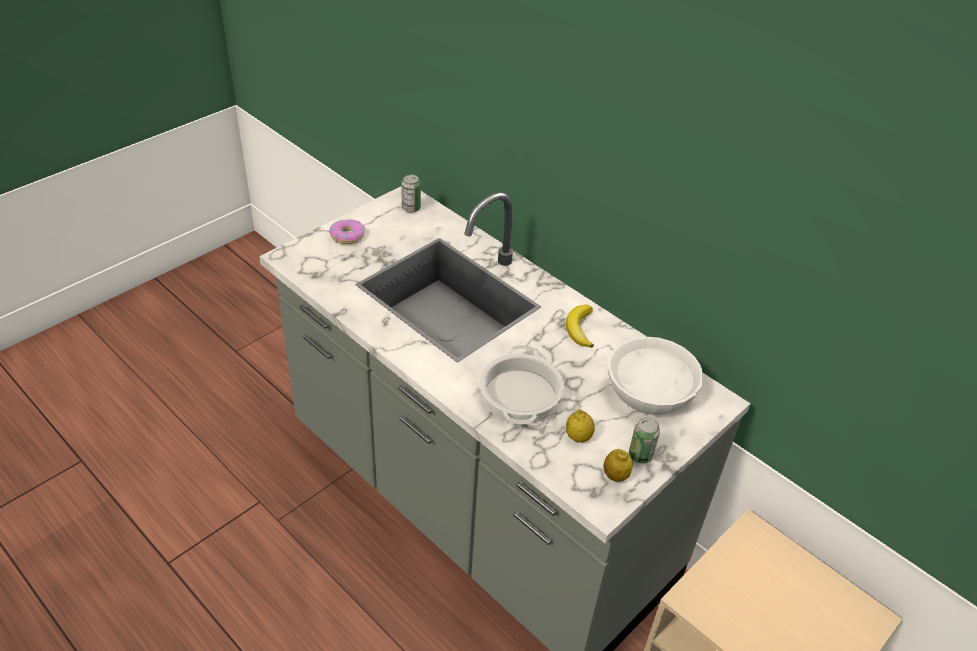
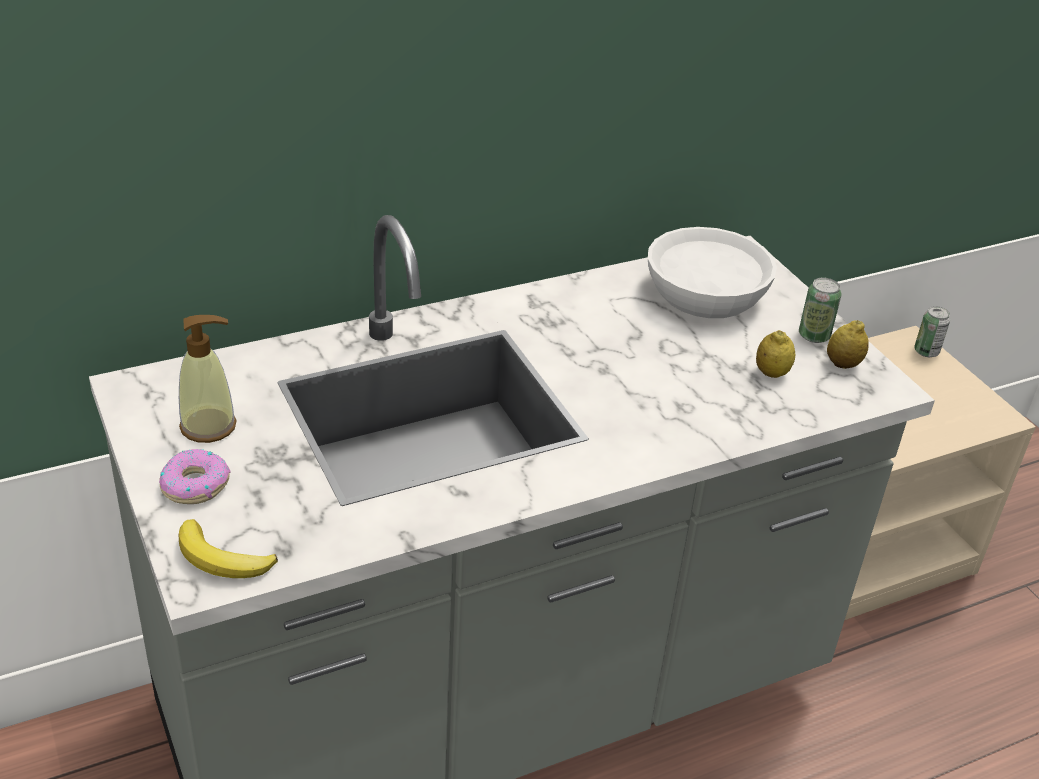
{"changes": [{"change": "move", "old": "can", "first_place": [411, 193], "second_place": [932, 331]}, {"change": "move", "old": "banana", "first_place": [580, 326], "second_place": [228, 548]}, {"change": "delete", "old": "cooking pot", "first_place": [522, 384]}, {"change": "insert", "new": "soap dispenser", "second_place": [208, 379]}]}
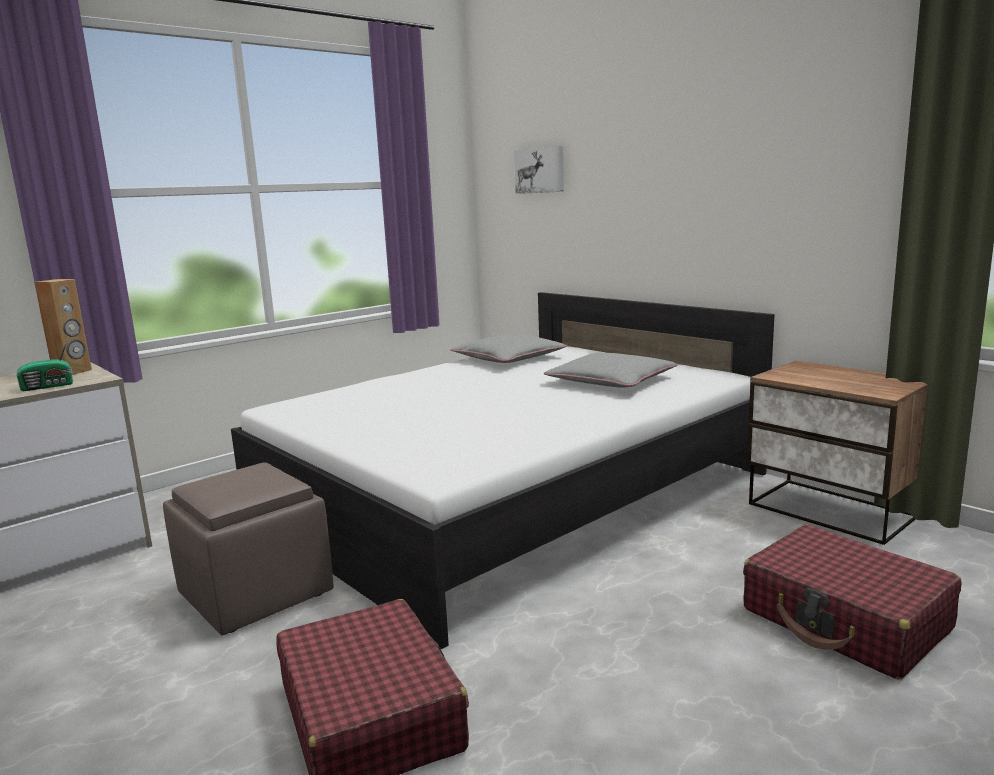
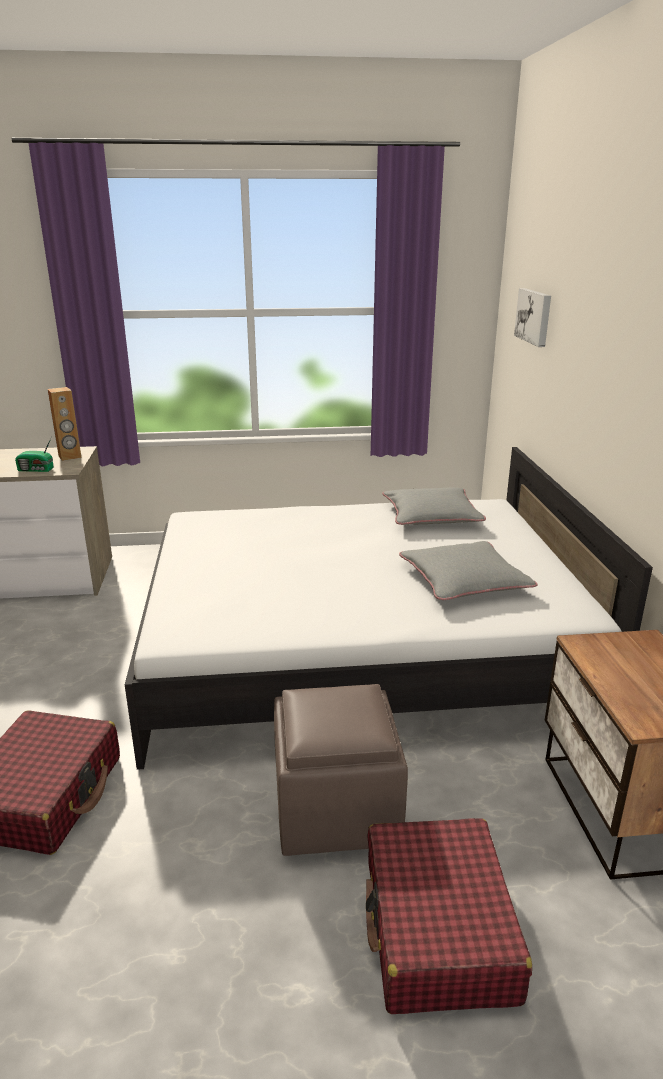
{"changes": [{"change": "move", "old": "brown ottoman", "first_place": [248, 548], "second_place": [341, 770]}]}
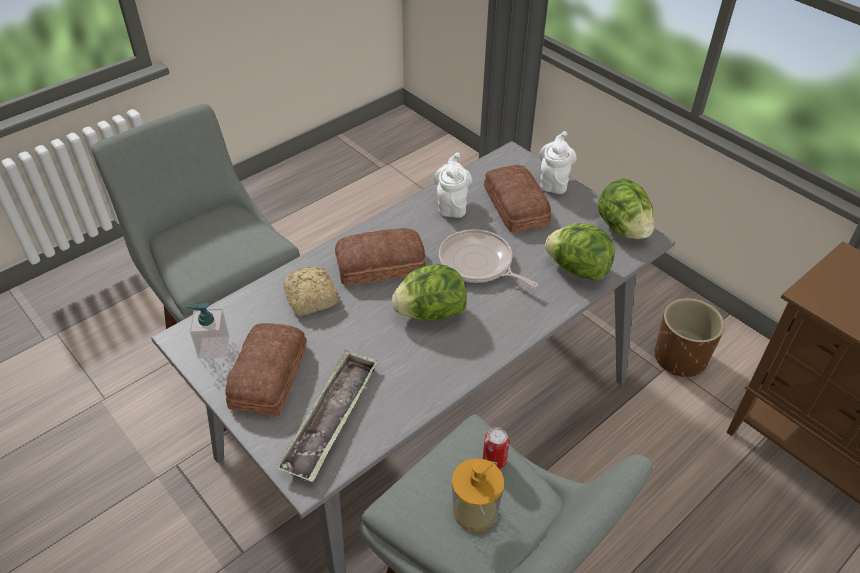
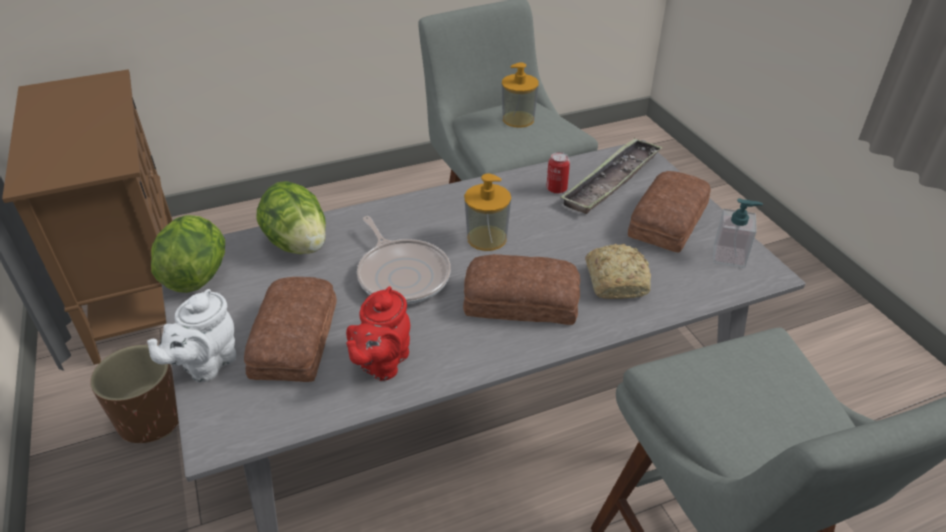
{"changes": [{"change": "recolor", "old": "white teapot", "new": "red teapot", "first_place": [453, 185], "second_place": [378, 333]}, {"change": "replace", "old": "lettuce", "new": "soap dispenser", "first_place": [429, 292], "second_place": [487, 212]}, {"change": "move", "old": "can", "first_place": [496, 448], "second_place": [558, 173]}]}
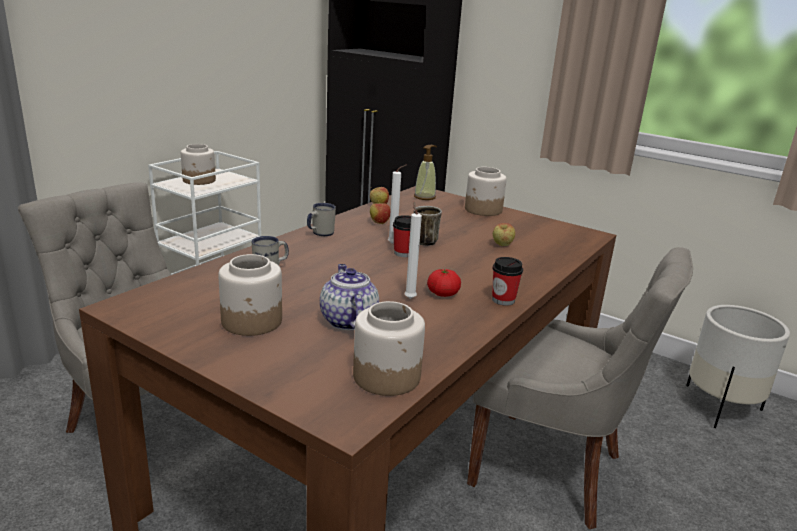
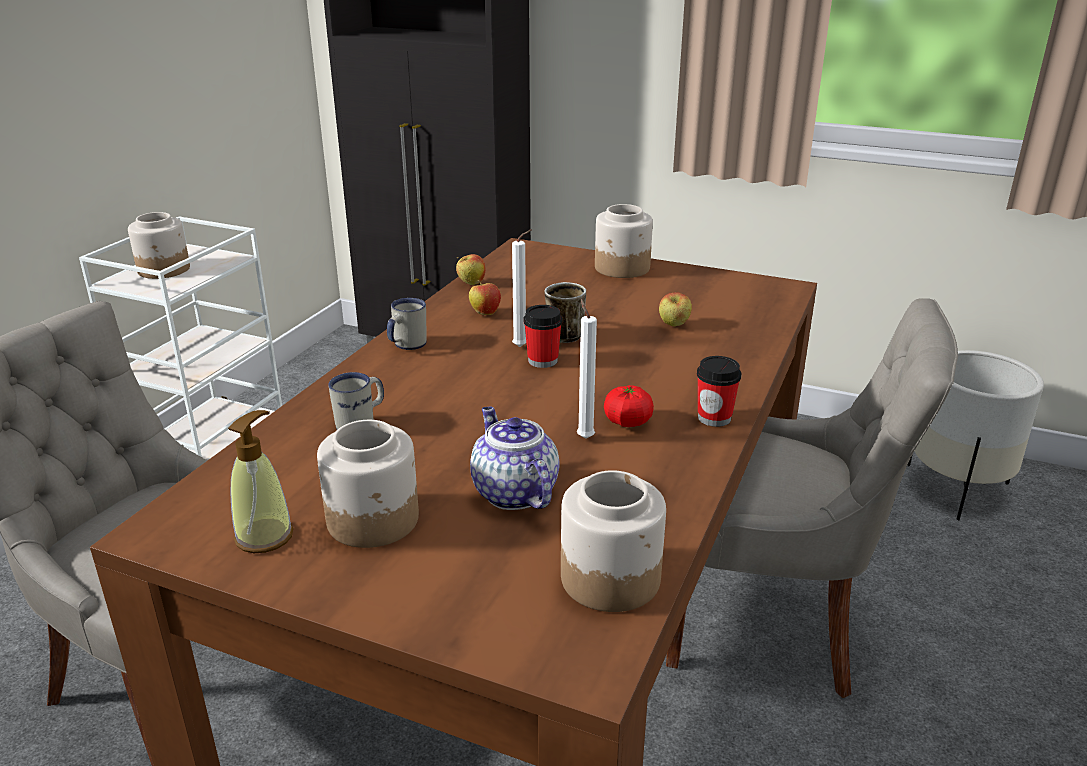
{"changes": [{"change": "move", "old": "soap dispenser", "first_place": [425, 172], "second_place": [261, 481]}]}
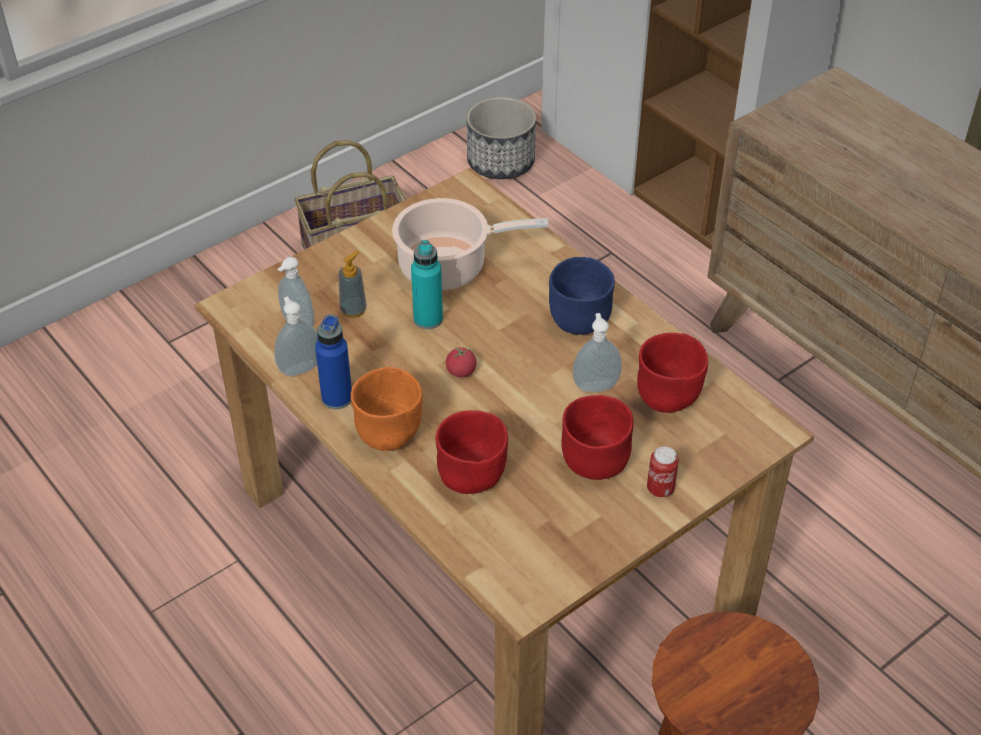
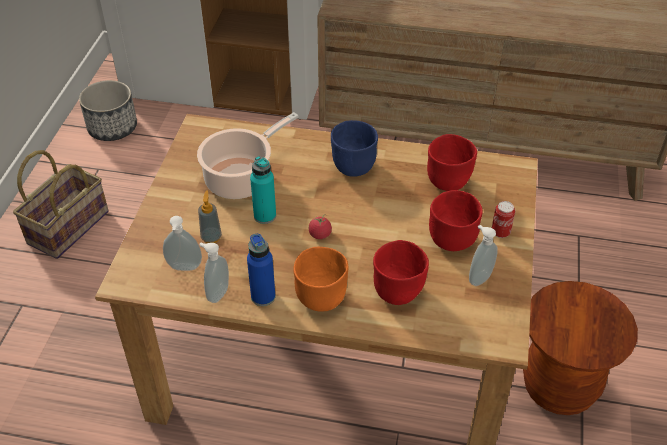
{"changes": [{"change": "move", "old": "soap dispenser", "first_place": [597, 352], "second_place": [483, 255]}]}
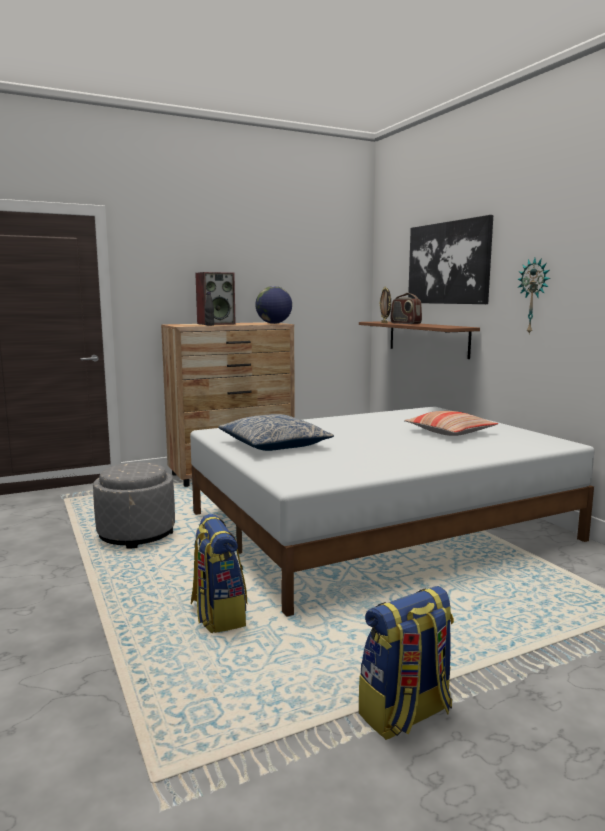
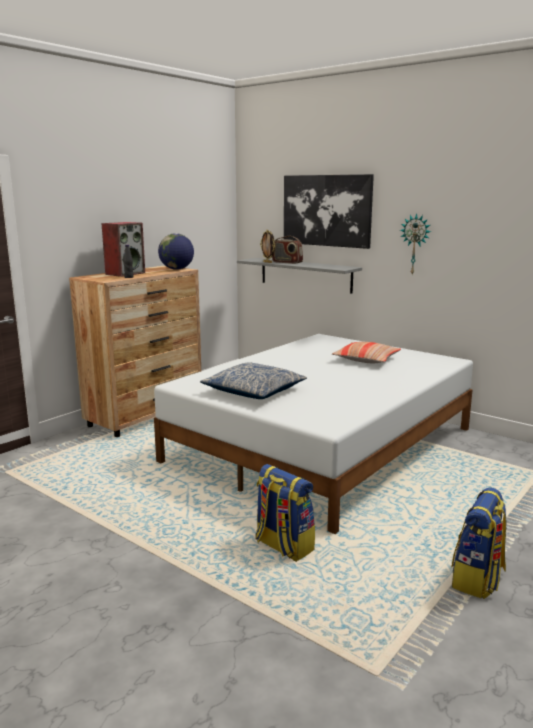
{"changes": [{"change": "recolor", "old": "brown shelf", "new": "grey shelf", "first_place": [419, 340], "second_place": [299, 275]}, {"change": "delete", "old": "grey ottoman", "first_place": [134, 505]}]}
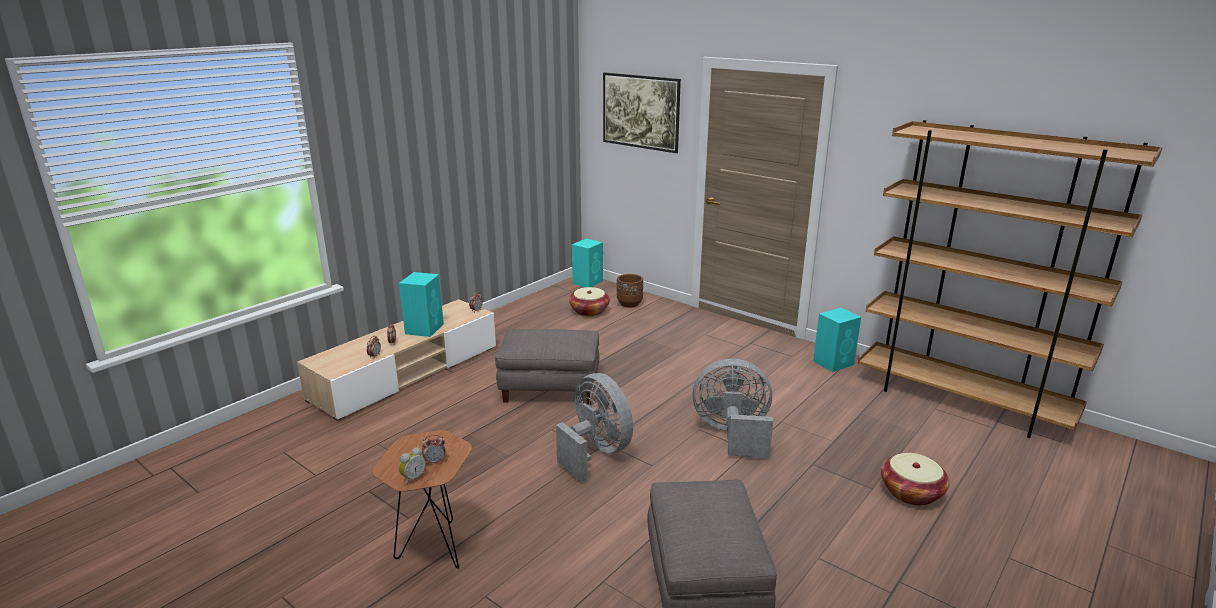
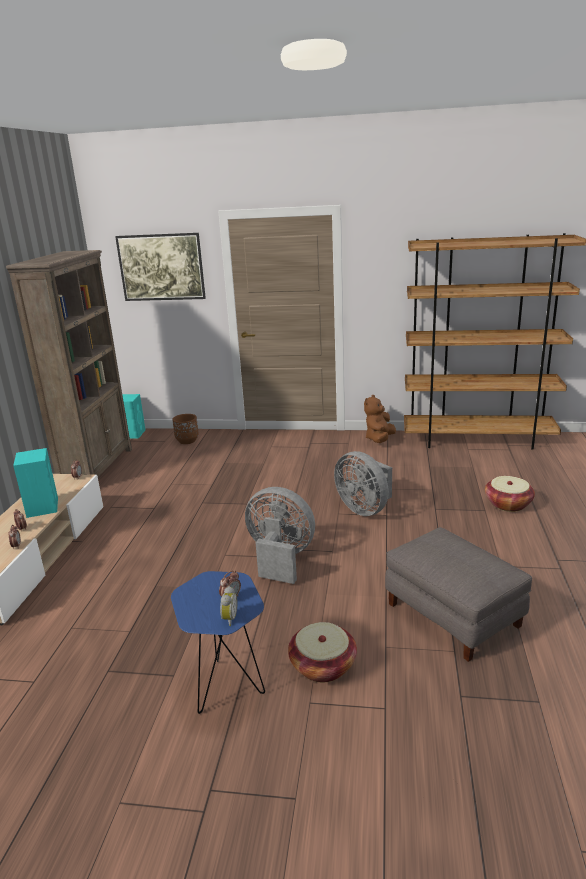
{"changes": [{"change": "move", "old": "basket", "first_place": [589, 301], "second_place": [322, 652]}, {"change": "replace", "old": "turquoise speaker", "new": "brown plush toy", "first_place": [837, 340], "second_place": [380, 419]}, {"change": "delete", "old": "grey ottoman", "first_place": [547, 367]}, {"change": "rotate", "old": "grey fan", "first_place": [733, 408], "second_place": [363, 483], "degrees": -105}, {"change": "recolor", "old": "brown side table", "new": "blue side table", "first_place": [422, 499], "second_place": [218, 642]}, {"change": "insert", "new": "brown bookcase", "second_place": [69, 363]}]}
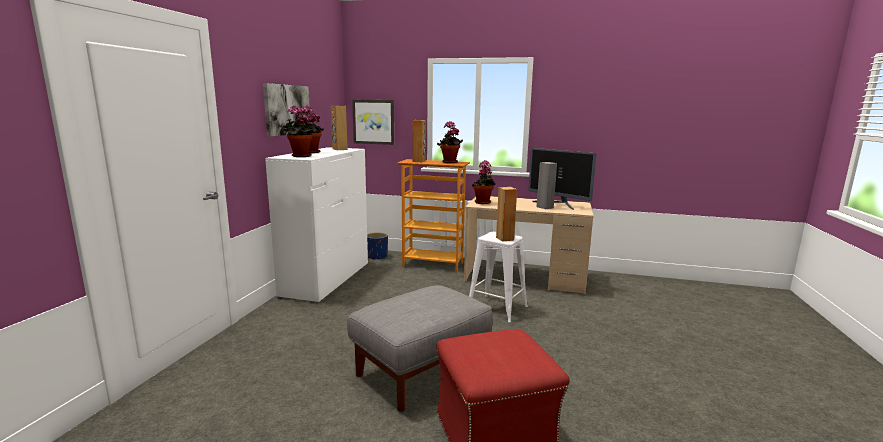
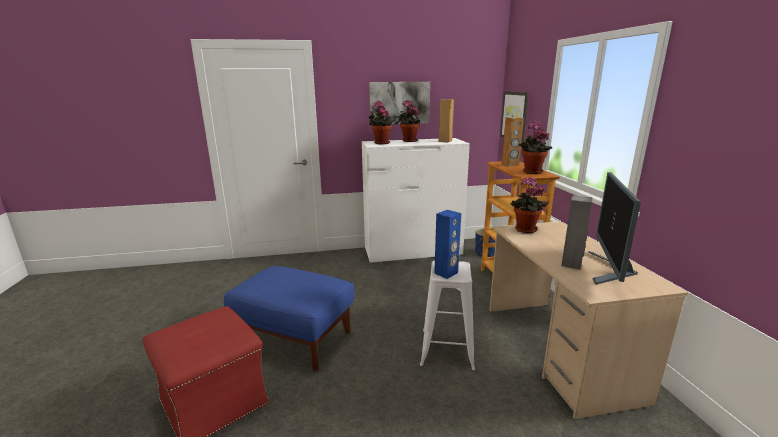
{"changes": [{"change": "recolor", "old": "brown speaker", "new": "blue speaker", "first_place": [506, 214], "second_place": [447, 244]}, {"change": "recolor", "old": "grey ottoman", "new": "blue ottoman", "first_place": [420, 348], "second_place": [289, 318]}]}
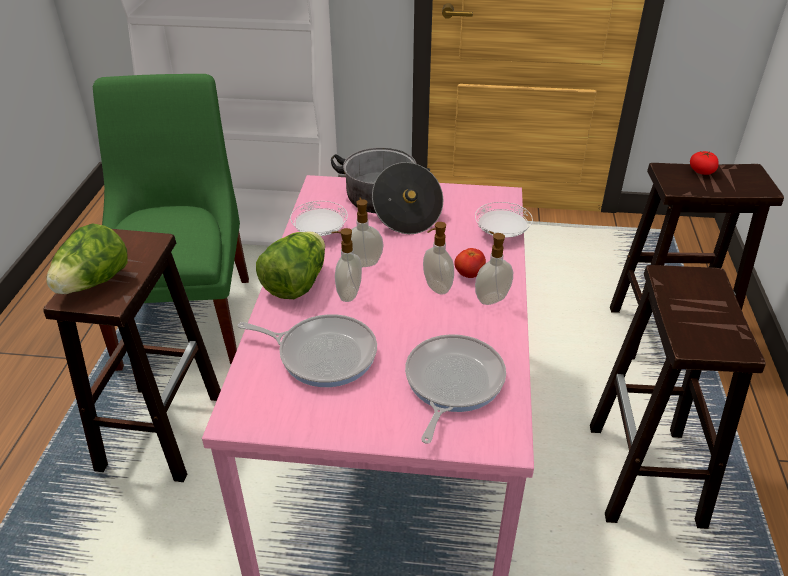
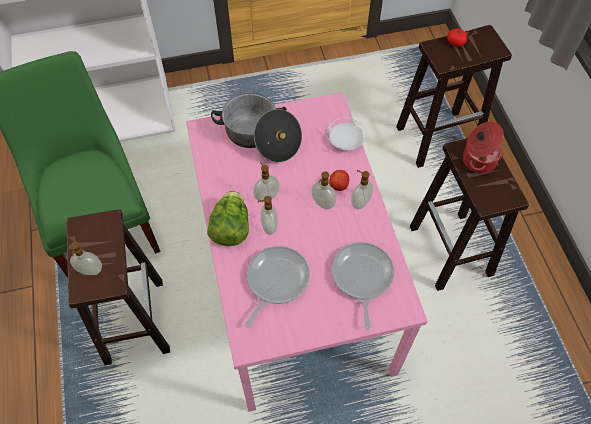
{"changes": [{"change": "delete", "old": "white plate", "first_place": [319, 218]}, {"change": "replace", "old": "lettuce", "new": "soap dispenser", "first_place": [87, 258], "second_place": [86, 258]}, {"change": "rotate", "old": "frying pan", "first_place": [307, 350], "second_place": [277, 287], "degrees": -60}, {"change": "insert", "new": "cooking pot", "second_place": [483, 147]}]}
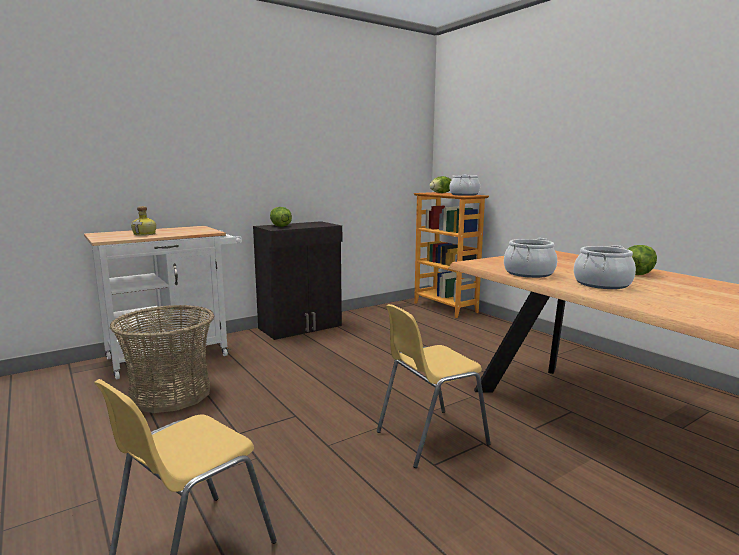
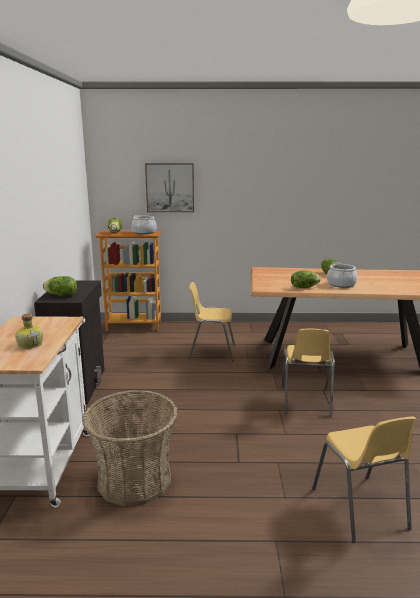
{"changes": [{"change": "replace", "old": "cooking pot", "new": "lettuce", "first_place": [530, 258], "second_place": [306, 279]}, {"change": "insert", "new": "picture", "second_place": [169, 187]}, {"change": "insert", "new": "yellow chair", "second_place": [212, 321]}]}
